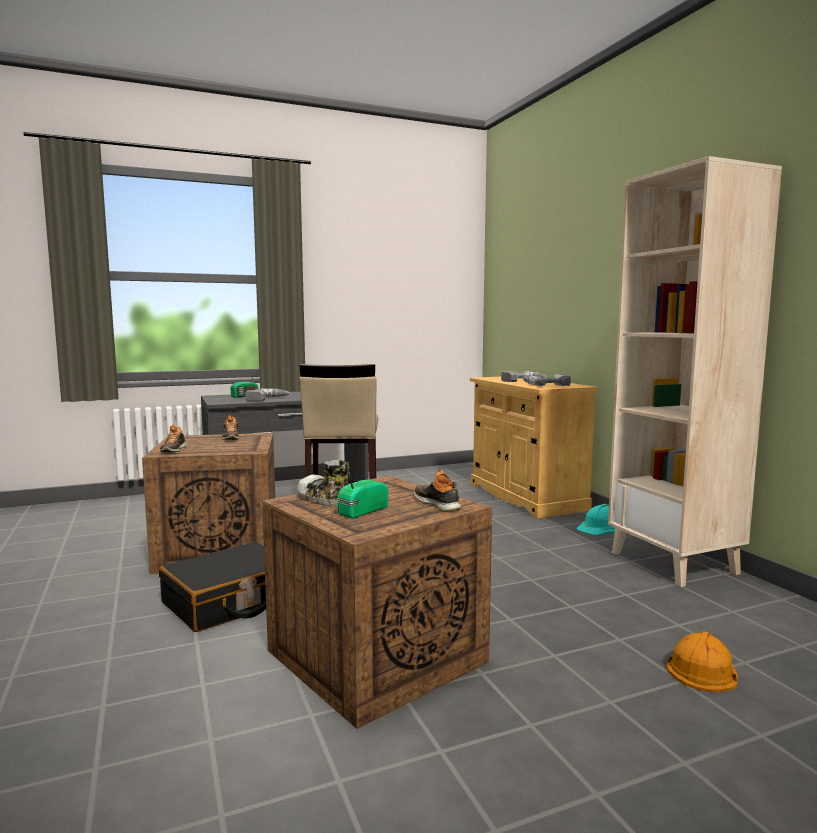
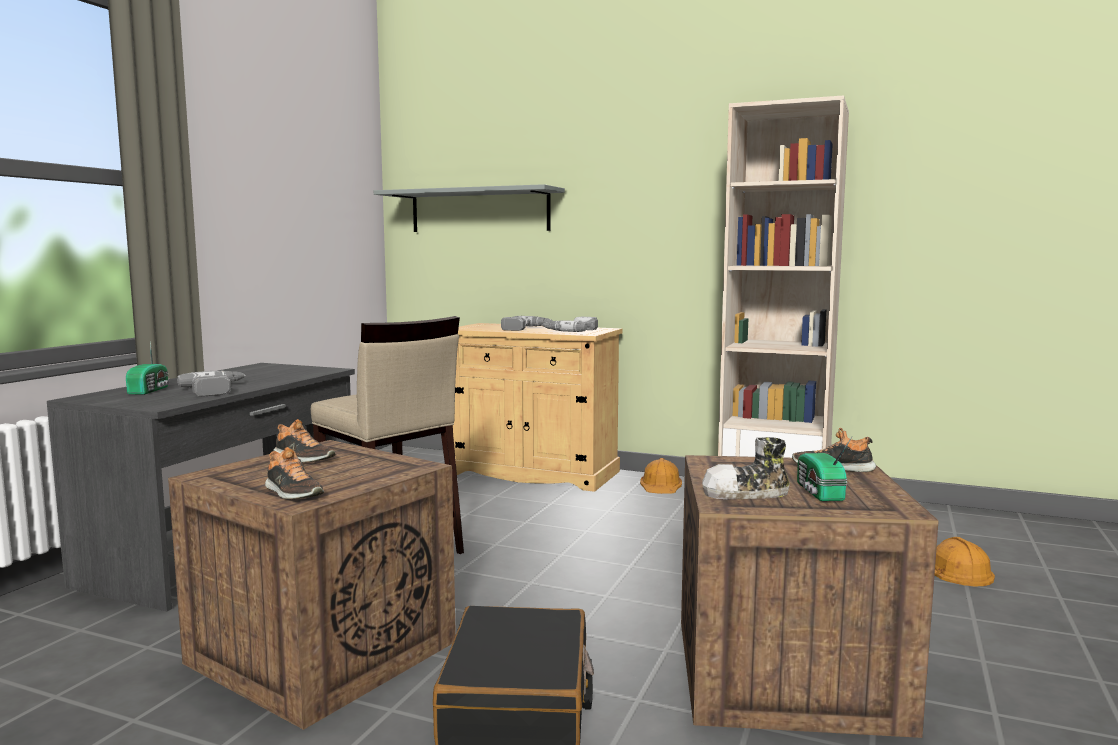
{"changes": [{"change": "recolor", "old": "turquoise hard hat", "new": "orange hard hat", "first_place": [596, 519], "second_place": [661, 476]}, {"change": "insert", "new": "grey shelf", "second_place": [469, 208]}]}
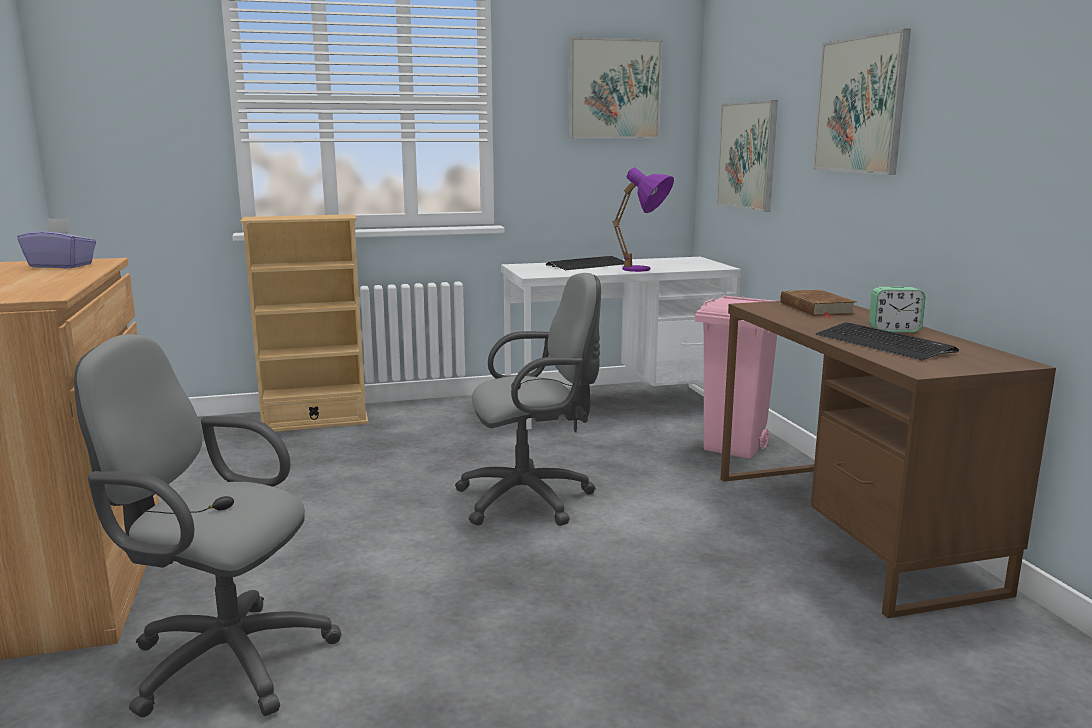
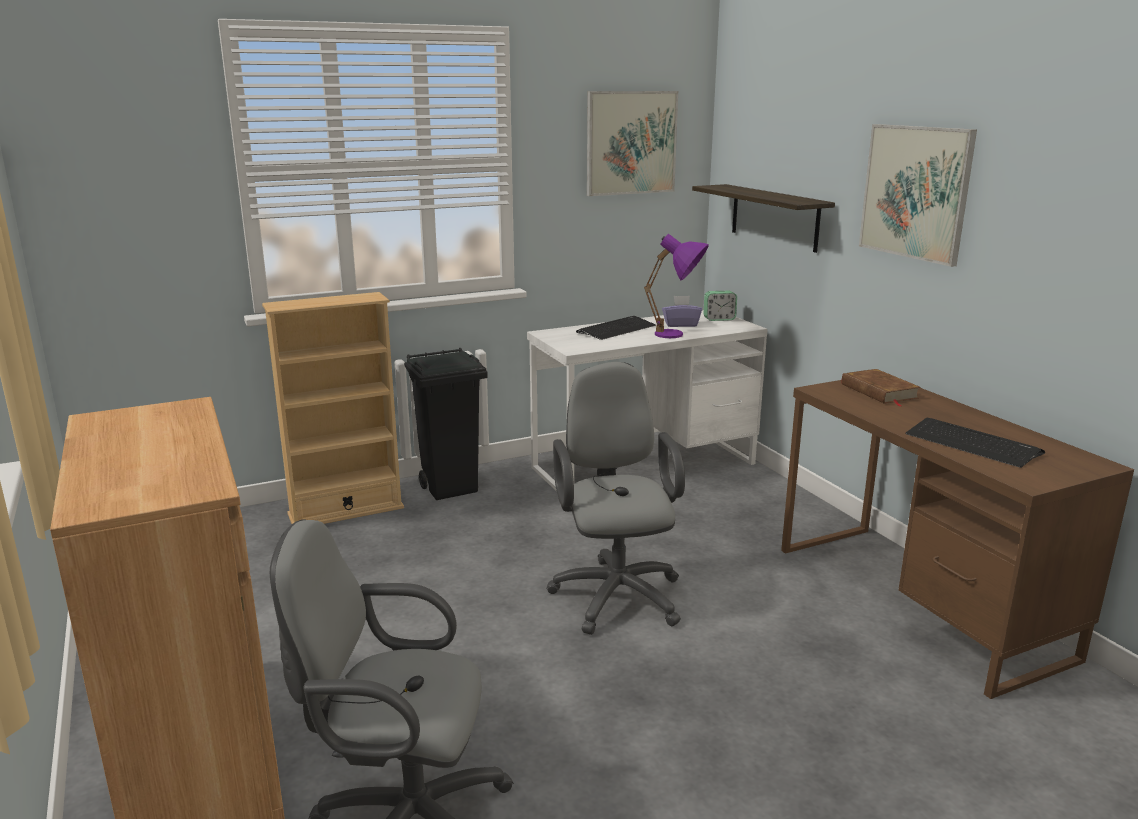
{"changes": [{"change": "replace", "old": "picture", "new": "shelf", "first_place": [747, 156], "second_place": [763, 218]}, {"change": "move", "old": "purple tissue box", "first_place": [56, 243], "second_place": [682, 311]}, {"change": "rotate", "old": "grey office chair", "first_place": [528, 399], "second_place": [616, 498], "degrees": -75}, {"change": "move", "old": "alarm clock", "first_place": [897, 309], "second_place": [720, 306]}, {"change": "delete", "old": "pink trash can", "first_place": [736, 376]}, {"change": "insert", "new": "black trash can", "second_place": [446, 424]}]}
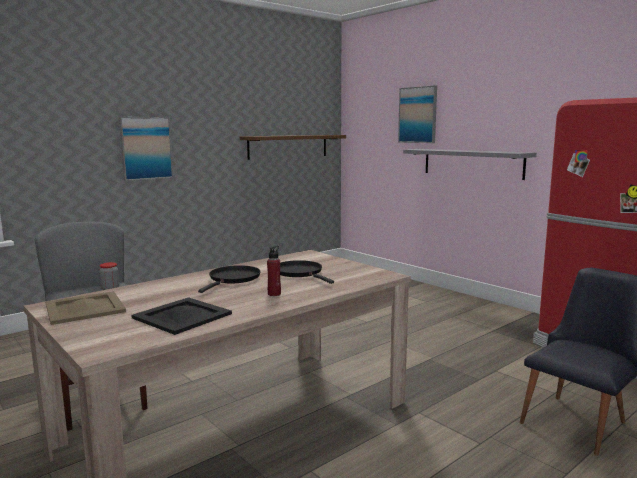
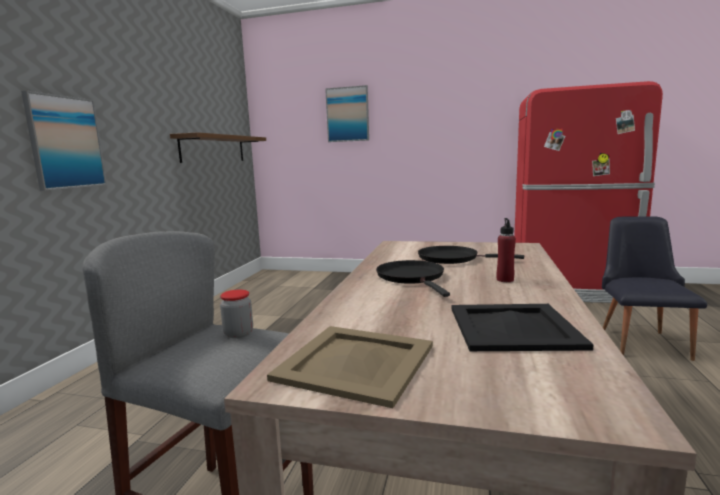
{"changes": [{"change": "delete", "old": "grey shelf", "first_place": [470, 164]}]}
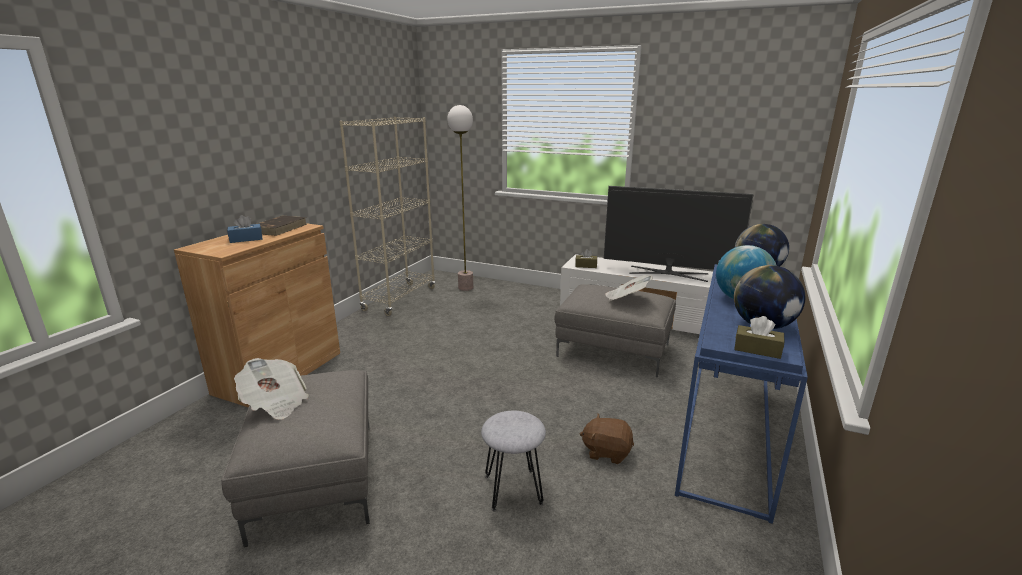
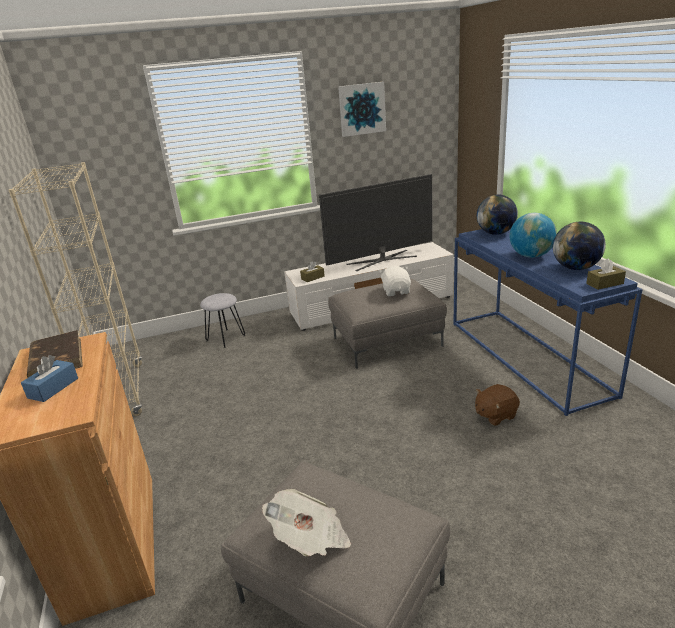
{"changes": [{"change": "delete", "old": "floor lamp", "first_place": [460, 198]}, {"change": "replace", "old": "newspaper", "new": "white plush toy", "first_place": [629, 288], "second_place": [395, 281]}, {"change": "move", "old": "grey stool", "first_place": [513, 461], "second_place": [223, 320]}, {"change": "insert", "new": "picture", "second_place": [362, 109]}]}
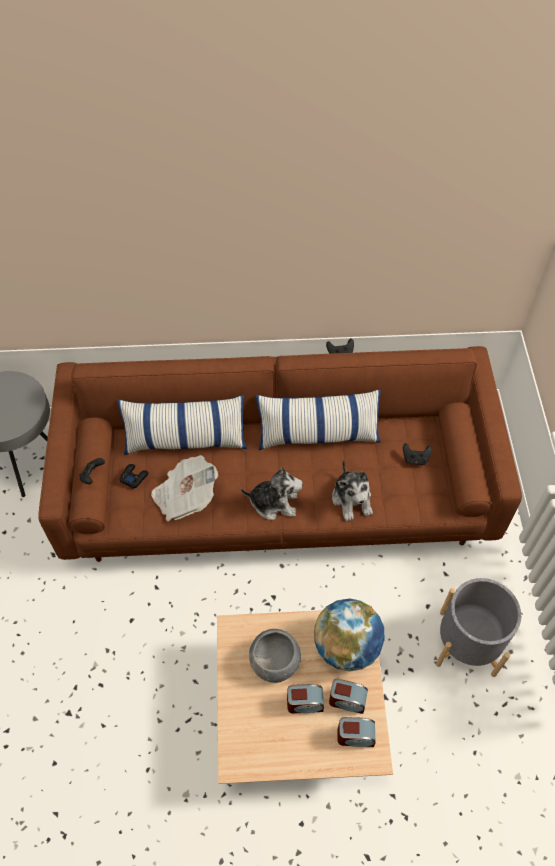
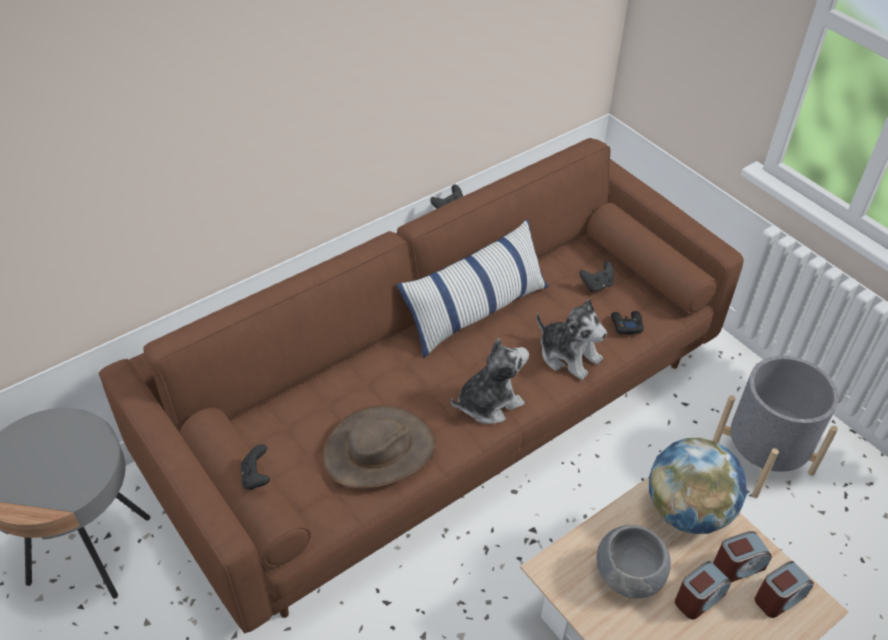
{"changes": [{"change": "delete", "old": "pillow", "first_place": [182, 425]}, {"change": "replace", "old": "newspaper", "new": "brown hat", "first_place": [184, 488], "second_place": [379, 447]}, {"change": "move", "old": "black game controller", "first_place": [134, 476], "second_place": [627, 323]}]}
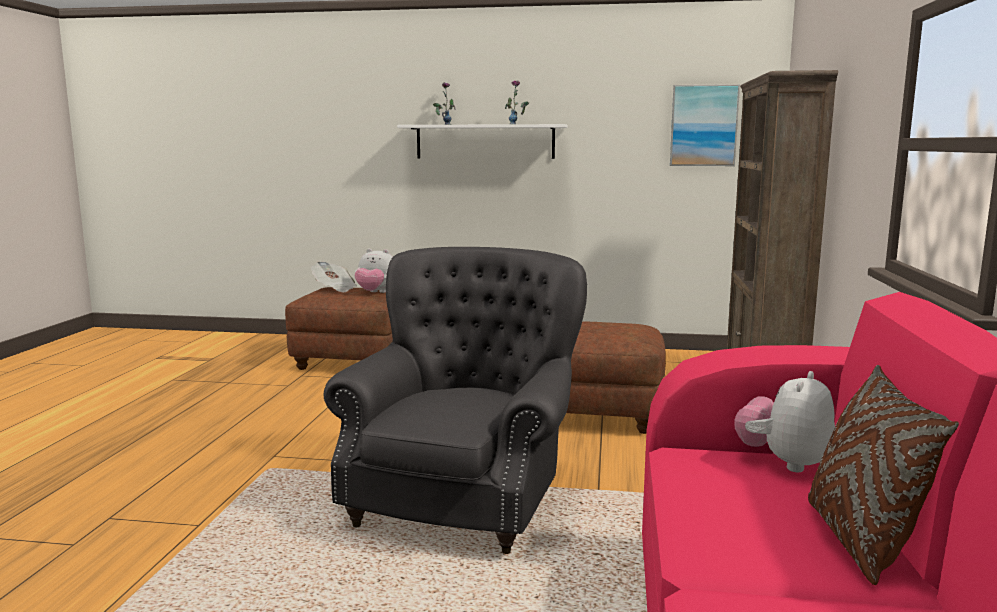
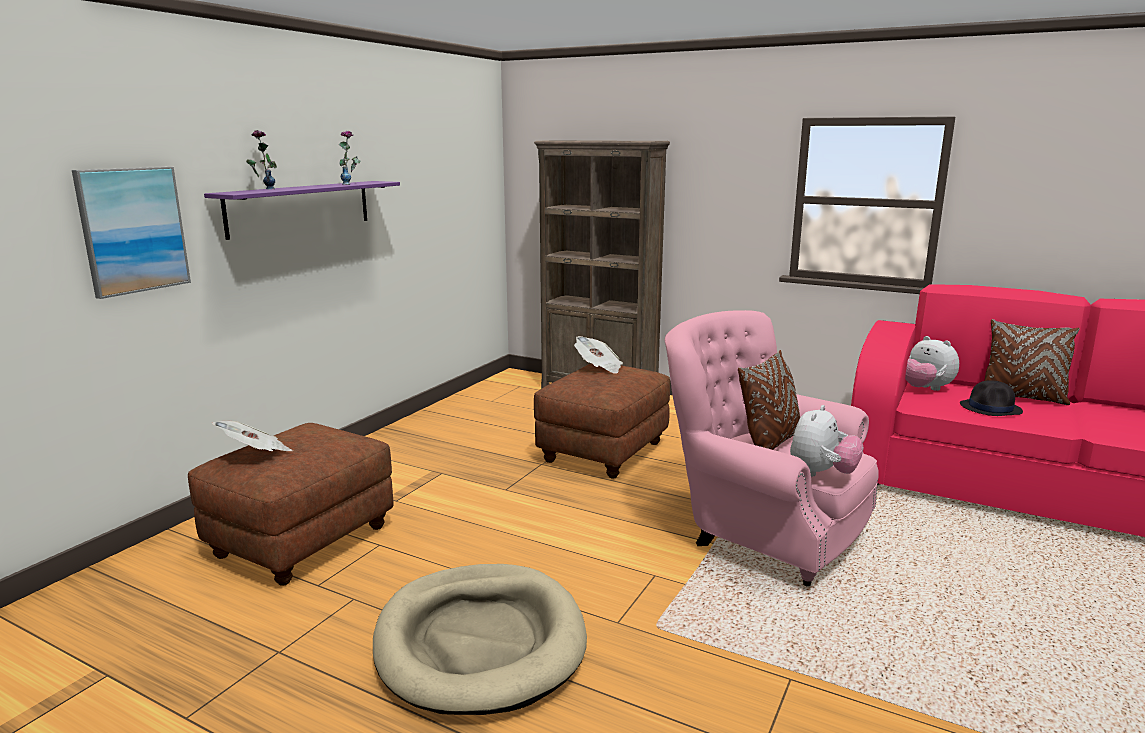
{"changes": [{"change": "move", "old": "picture", "first_place": [705, 125], "second_place": [131, 232]}, {"change": "recolor", "old": "white shelf", "new": "purple shelf", "first_place": [482, 141], "second_place": [302, 210]}, {"change": "recolor", "old": "grey armchair", "new": "pink armchair", "first_place": [455, 400], "second_place": [772, 448]}, {"change": "move", "old": "plush toy", "first_place": [373, 271], "second_place": [827, 441]}, {"change": "insert", "new": "newspaper", "second_place": [598, 355]}, {"change": "insert", "new": "brown pillow", "second_place": [769, 400]}, {"change": "insert", "new": "black hat", "second_place": [991, 398]}, {"change": "insert", "new": "beige dog bed", "second_place": [480, 639]}]}
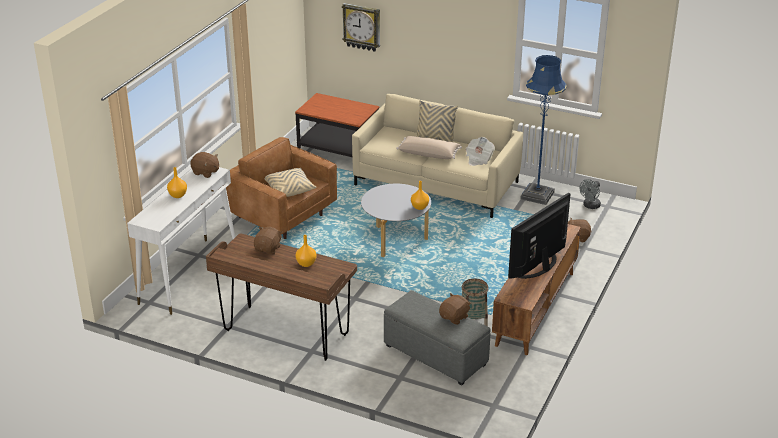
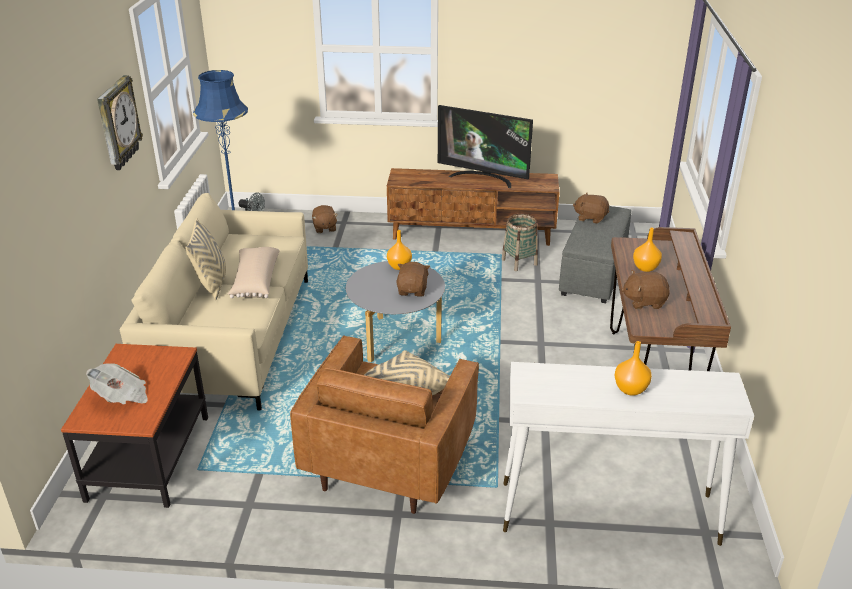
{"changes": [{"change": "move", "old": "wall clock", "first_place": [361, 27], "second_place": [120, 122]}, {"change": "move", "old": "newspaper", "first_place": [480, 151], "second_place": [117, 383]}, {"change": "move", "old": "brown plush toy", "first_place": [204, 165], "second_place": [413, 279]}]}
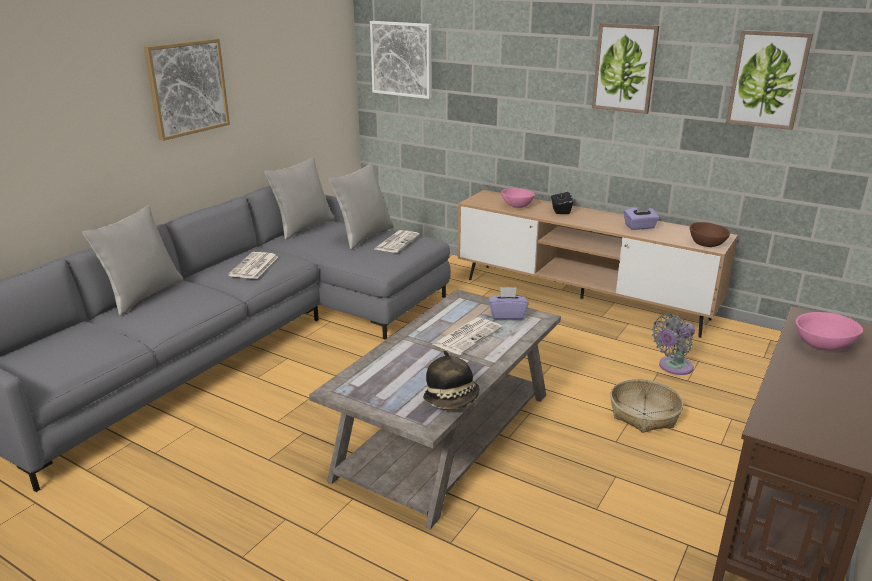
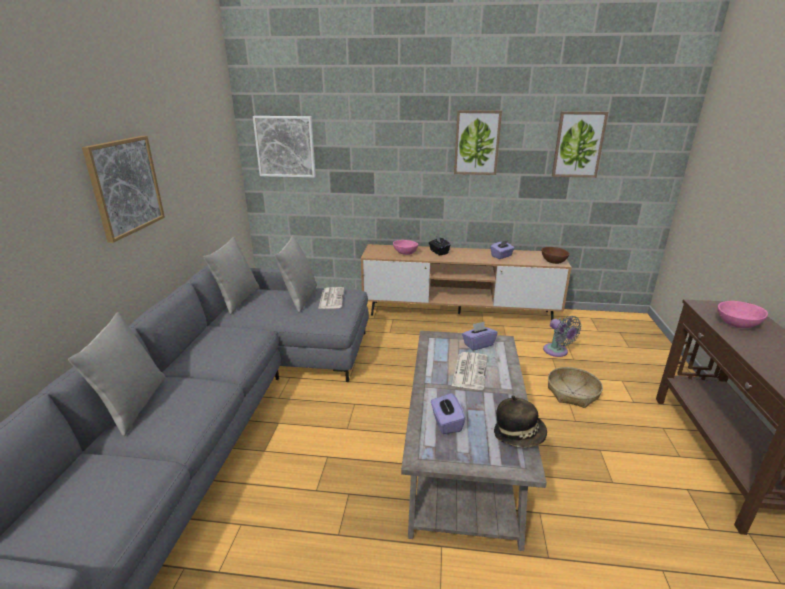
{"changes": [{"change": "delete", "old": "newspaper", "first_place": [253, 265]}, {"change": "rotate", "old": "grey fan", "first_place": [673, 344], "second_place": [562, 336], "degrees": -60}, {"change": "insert", "new": "purple tissue box", "second_place": [448, 413]}]}
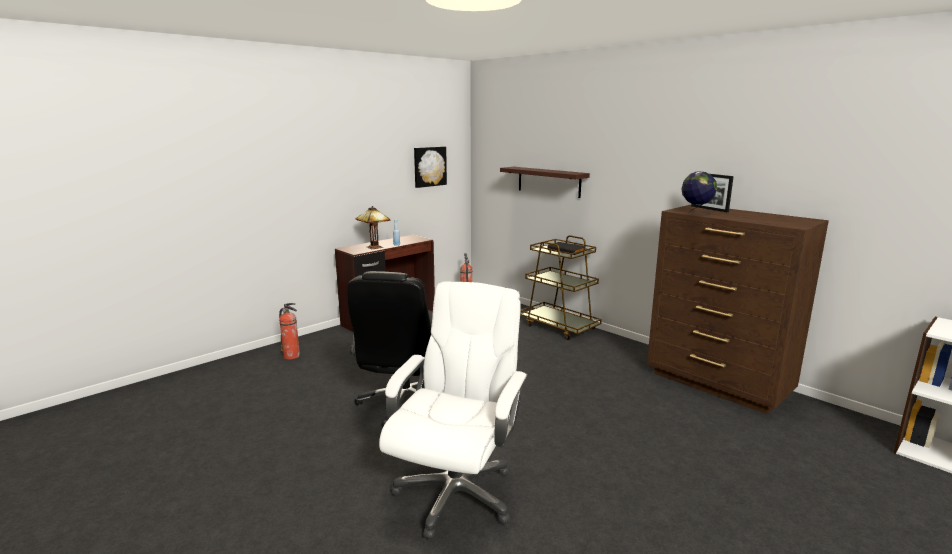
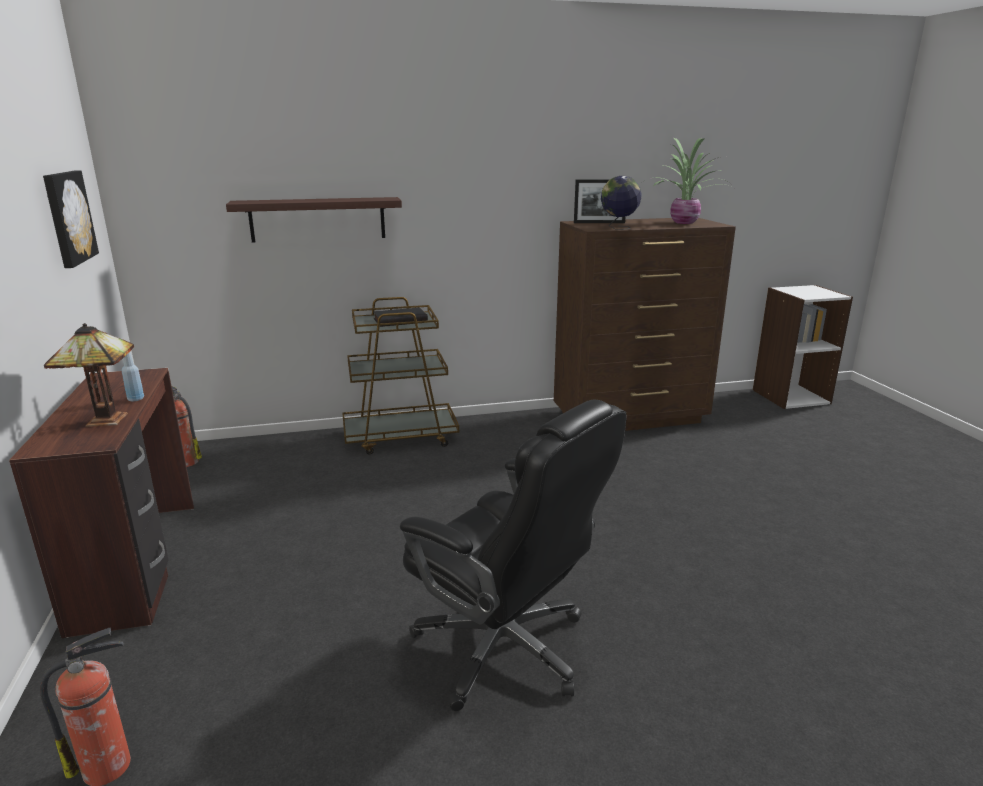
{"changes": [{"change": "delete", "old": "white office chair", "first_place": [453, 410]}, {"change": "insert", "new": "potted plant", "second_place": [685, 181]}]}
